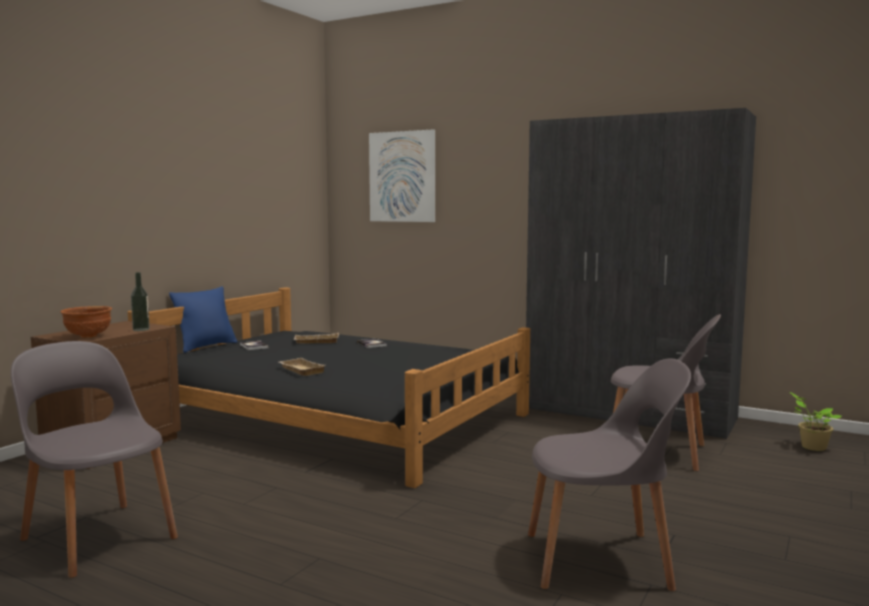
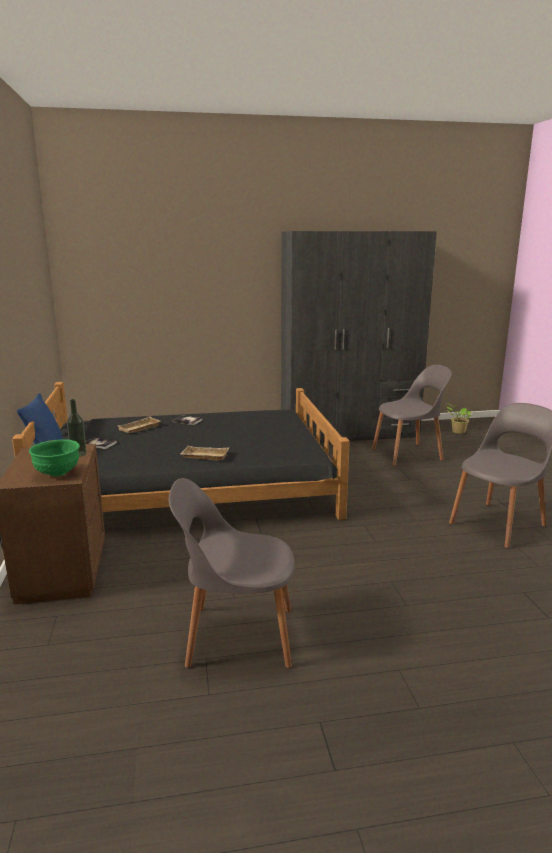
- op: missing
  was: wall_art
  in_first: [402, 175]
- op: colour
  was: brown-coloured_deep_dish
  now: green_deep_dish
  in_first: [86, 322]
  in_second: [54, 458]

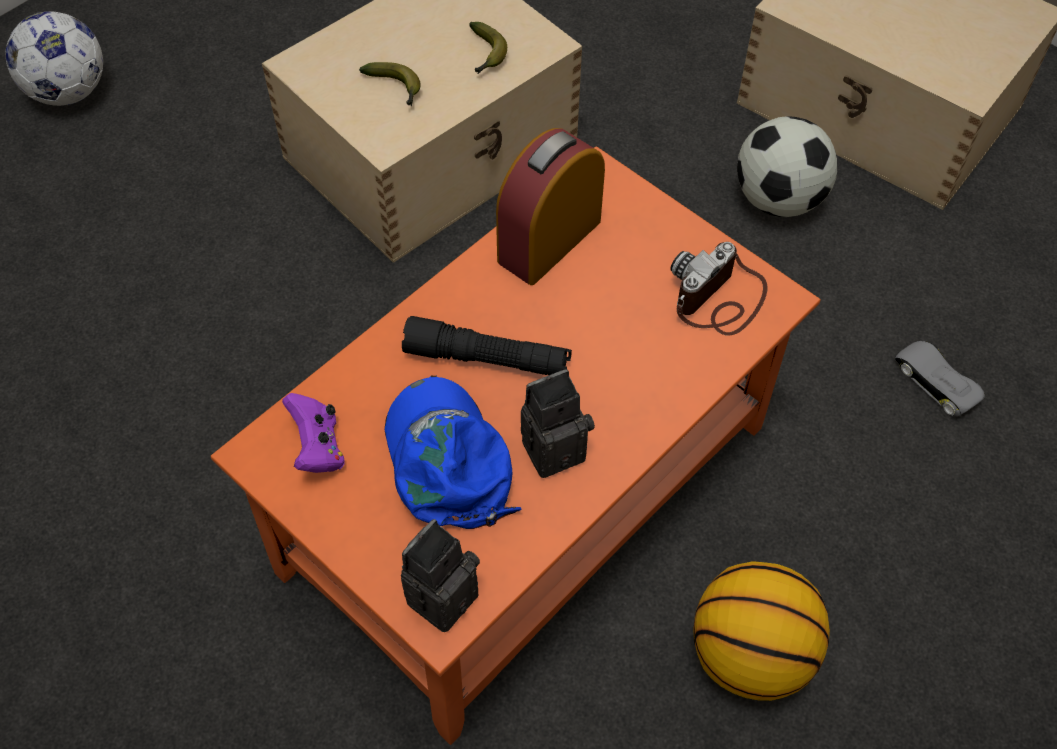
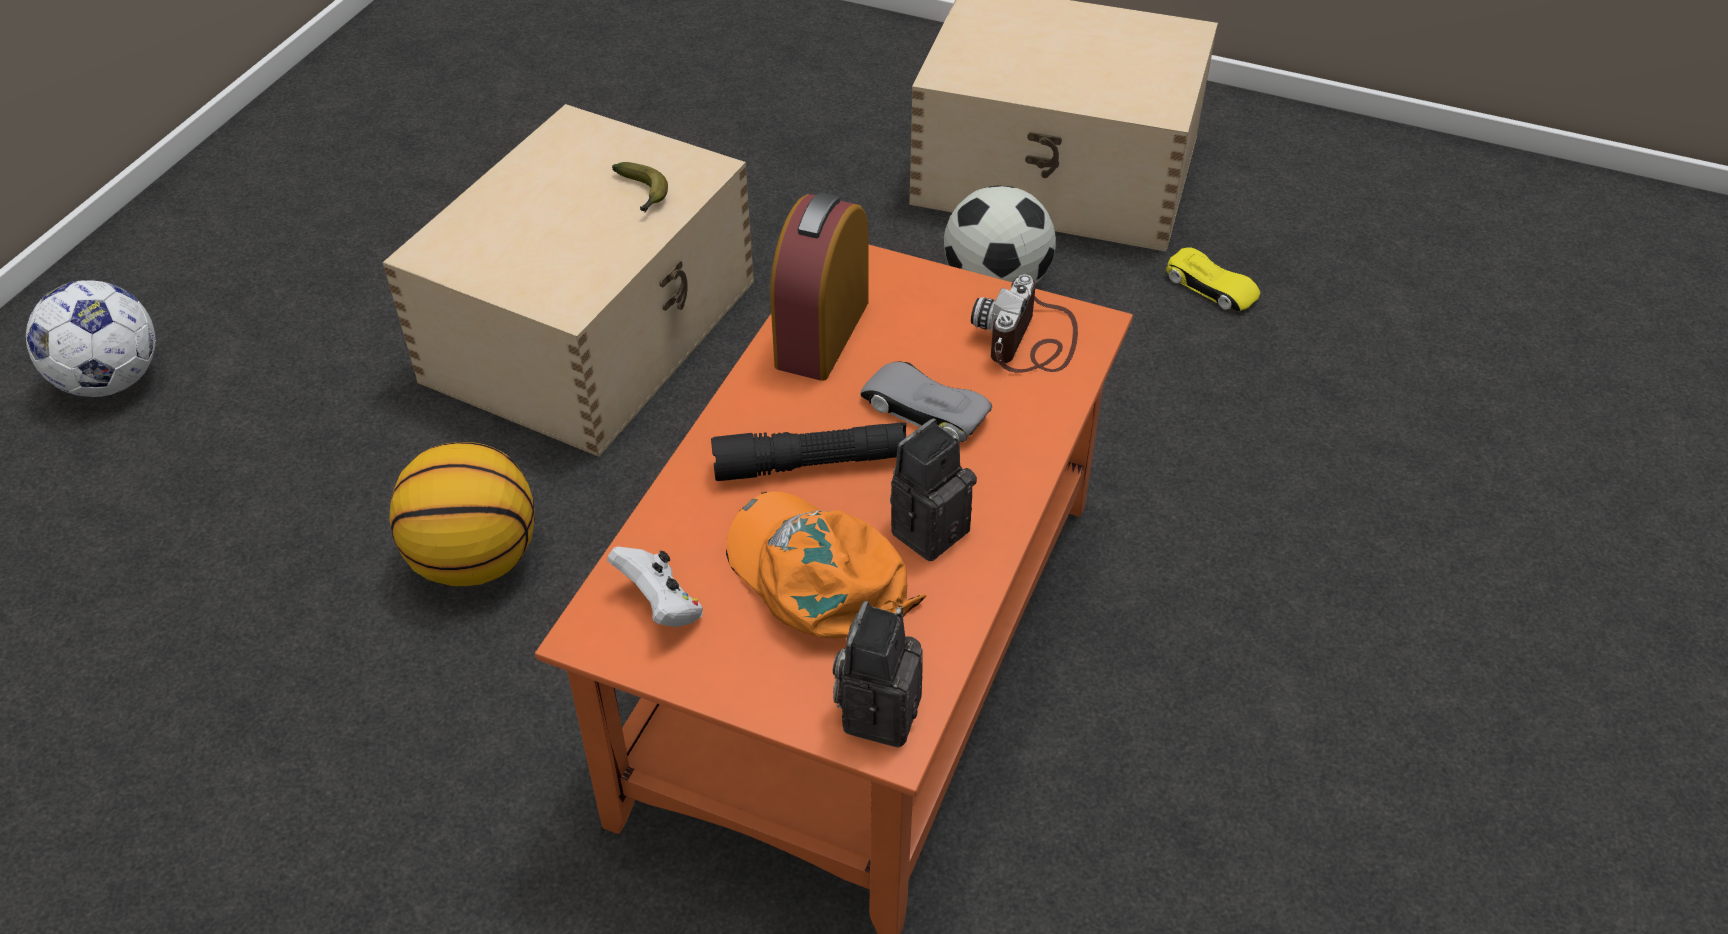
- op: missing
  was: banana_fruit
  in_first: [390, 84]
- op: appeared
  now: yellowish_miniature_car
  in_second: [1213, 279]
- op: relocated
  was: ball_for_basketball
  in_first: [761, 631]
  in_second: [462, 514]
- op: relocated
  was: greyish_miniature_car
  in_first: [940, 378]
  in_second: [926, 401]
- op: colour
  was: purple_joypad
  now: white-coloured_joypad
  in_first: [313, 433]
  in_second: [655, 587]
- op: colour
  was: blue-coloured_cap
  now: orange-coloured_cap
  in_first: [453, 452]
  in_second: [826, 564]

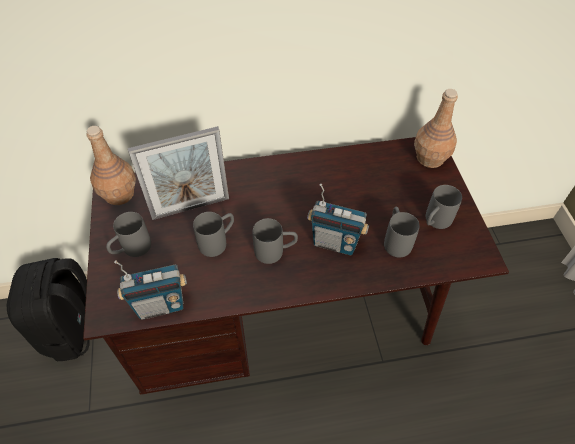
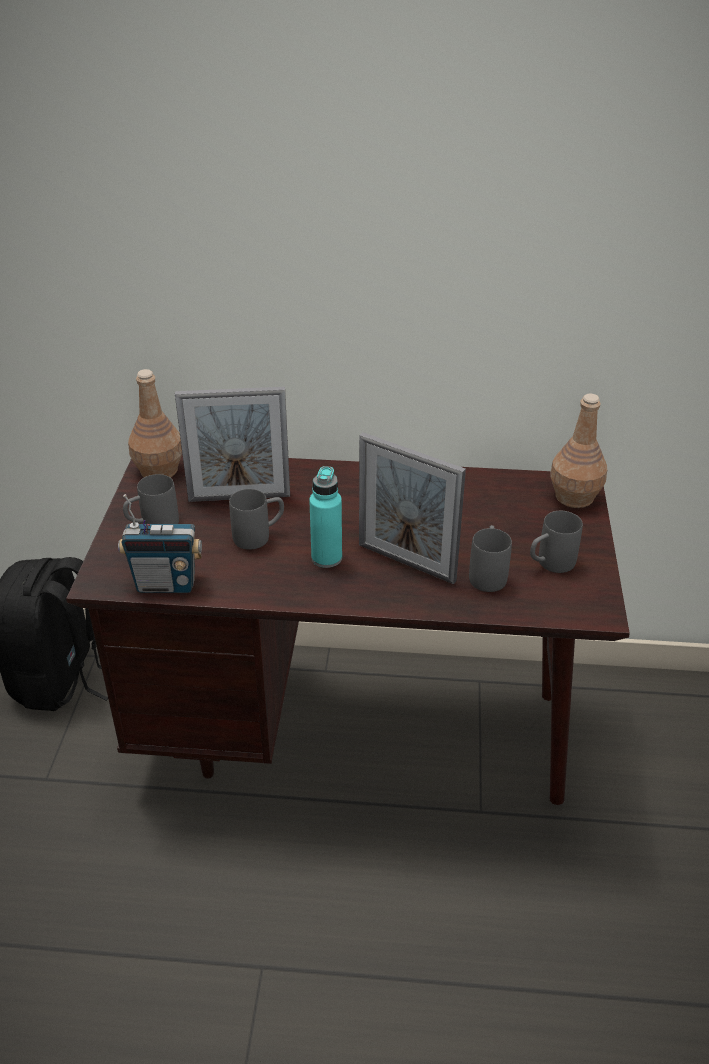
- op: exchanged
  was: greyish_tea_mug
  now: turquoise-coloured_beverage_bottle
  in_first: [275, 241]
  in_second: [325, 517]
- op: exchanged
  was: radio_set
  now: standing_frame
  in_first: [338, 219]
  in_second: [412, 508]

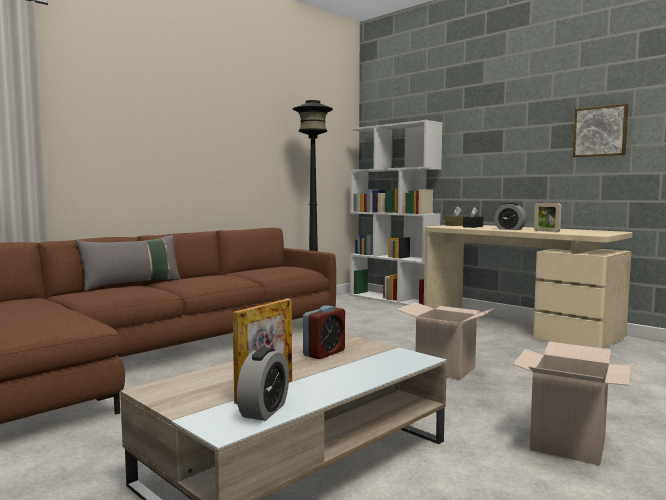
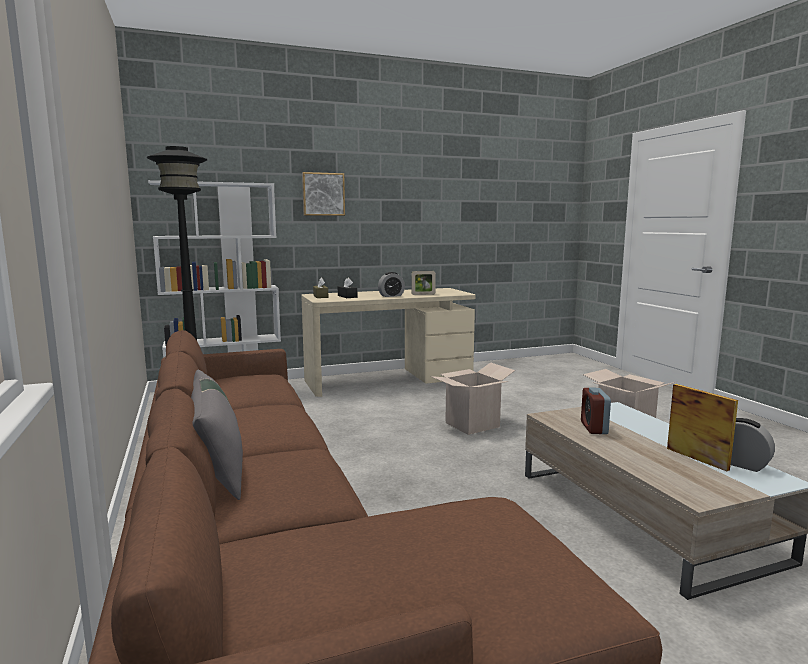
- op: relocated
  was: wall_art
  in_first: [600, 130]
  in_second: [323, 194]
- op: spun
  was: alarm_clock
  in_first: [324, 332]
  in_second: [596, 410]
  clockwise: -150

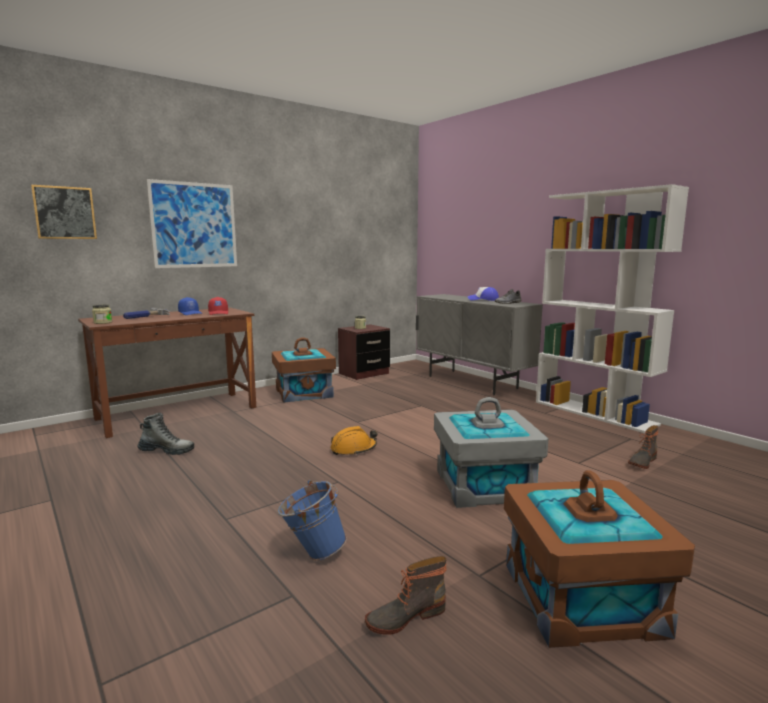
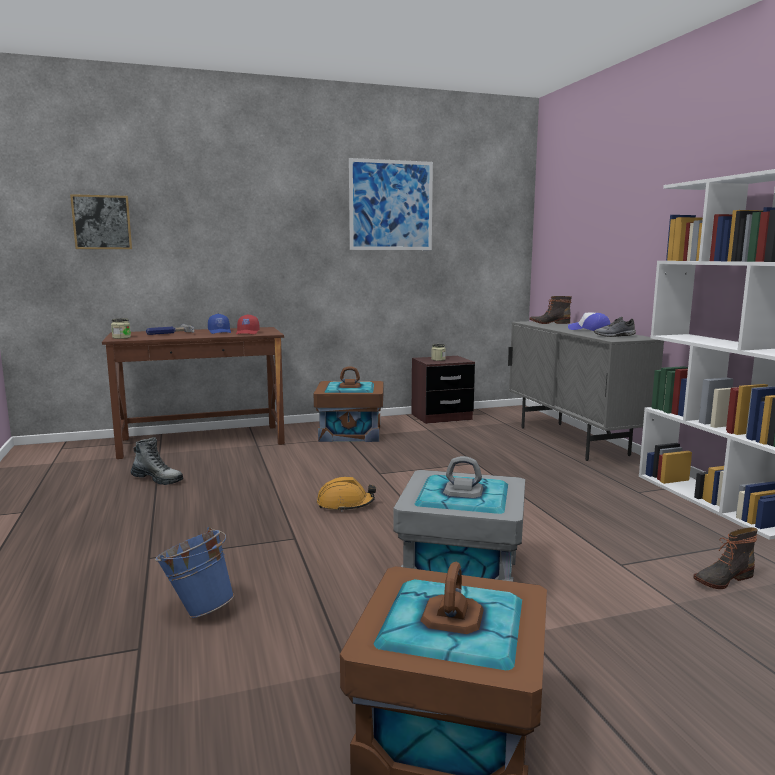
- op: relocated
  was: wall_art
  in_first: [191, 223]
  in_second: [391, 204]
- op: relocated
  was: boot
  in_first: [406, 595]
  in_second: [550, 310]

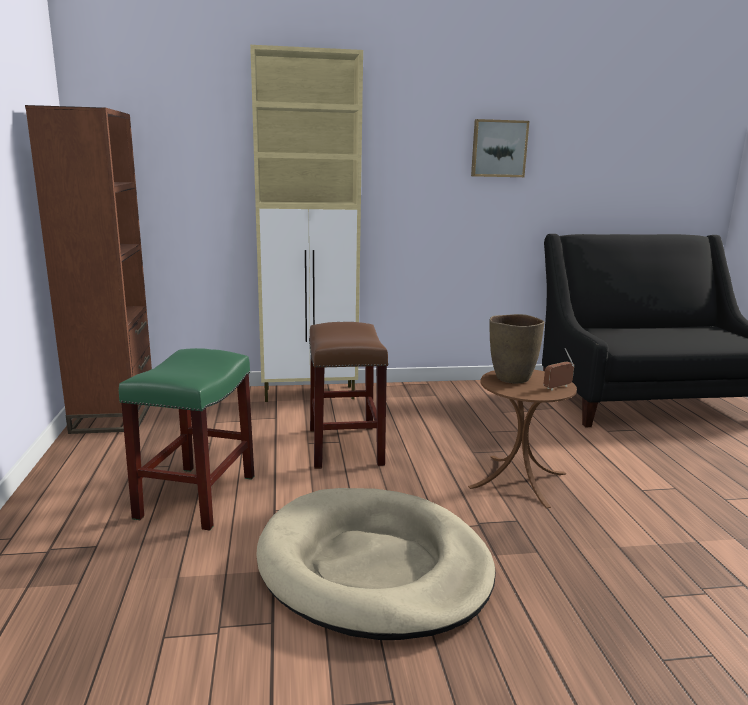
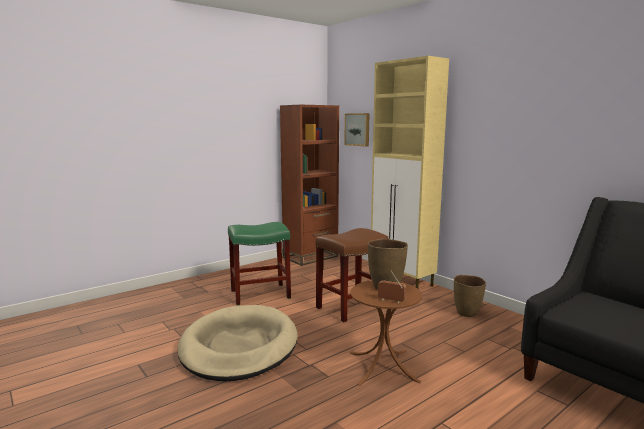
- op: appeared
  now: brown-coloured_flower_vase
  in_second: [470, 296]
- op: relocated
  was: wall_art
  in_first: [500, 148]
  in_second: [357, 129]

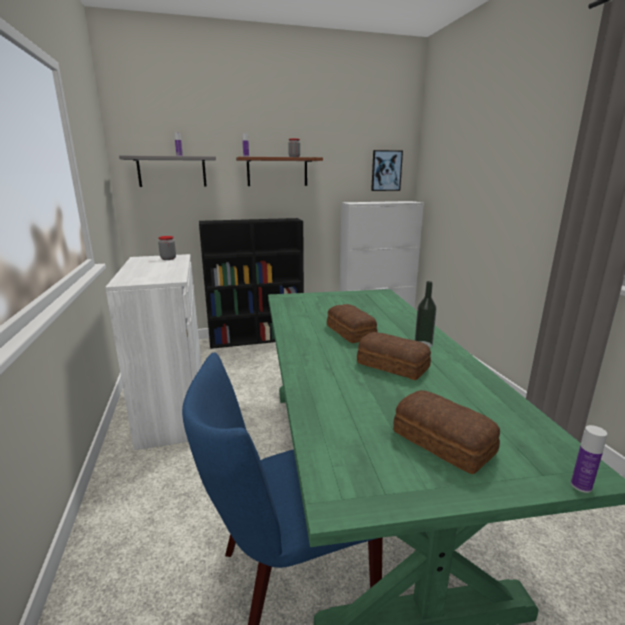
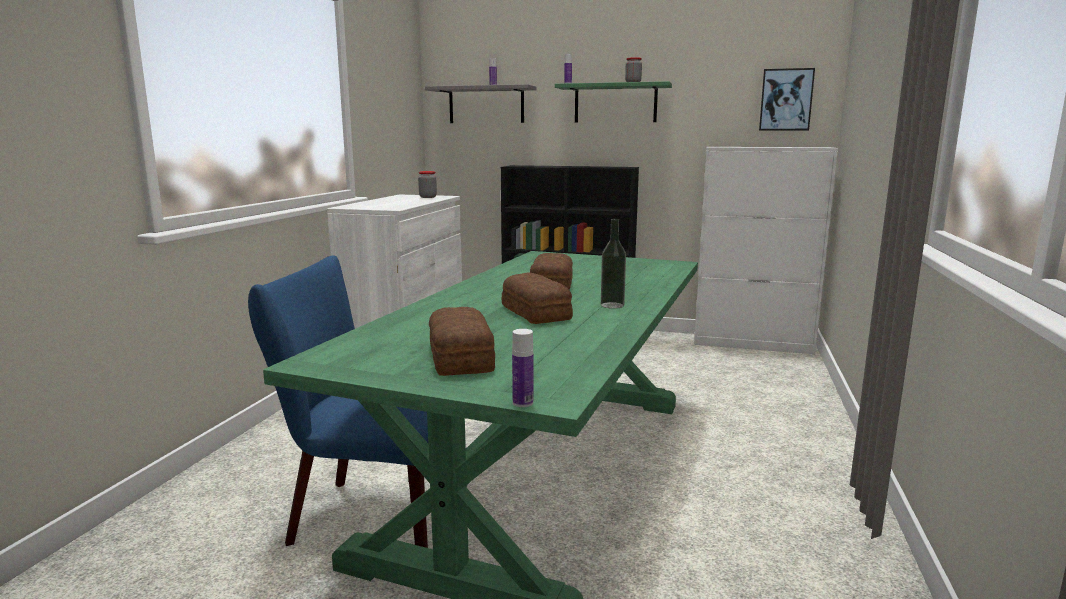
- op: colour
  was: brown-coloured_wall_shelf
  now: green_wall_shelf
  in_first: [279, 171]
  in_second: [613, 102]

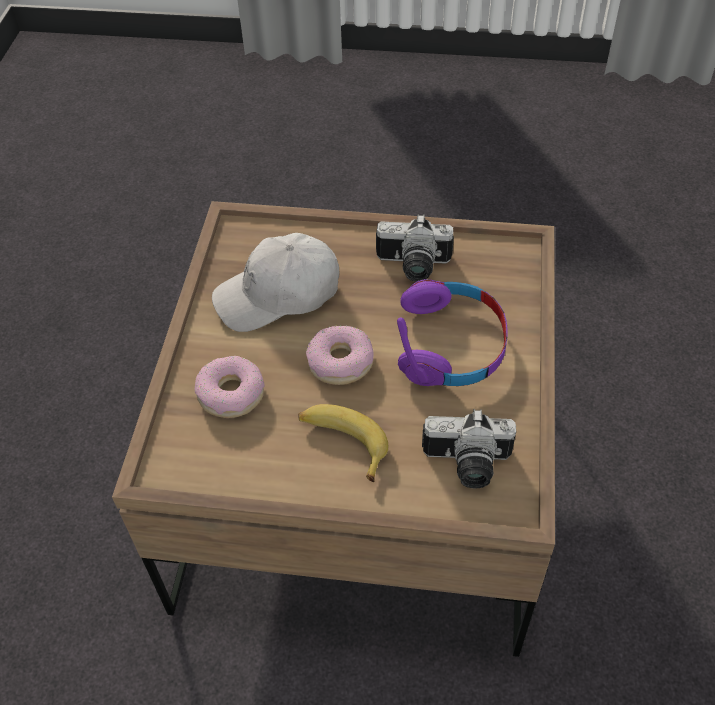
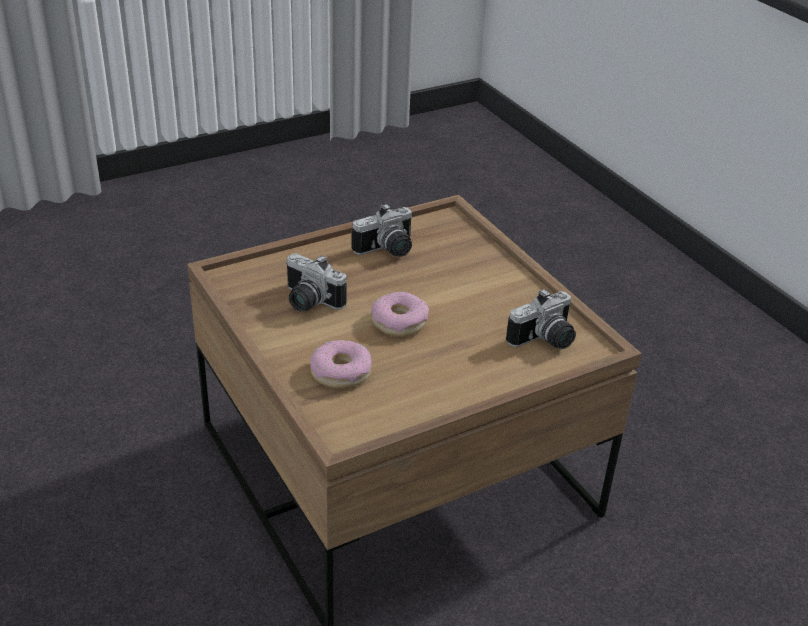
- op: missing
  was: banana_fruit
  in_first: [343, 443]
- op: missing
  was: purple_headphones
  in_first: [452, 332]
- op: exchanged
  was: white-coloured_cap
  now: photo_camera
  in_first: [276, 282]
  in_second: [315, 282]

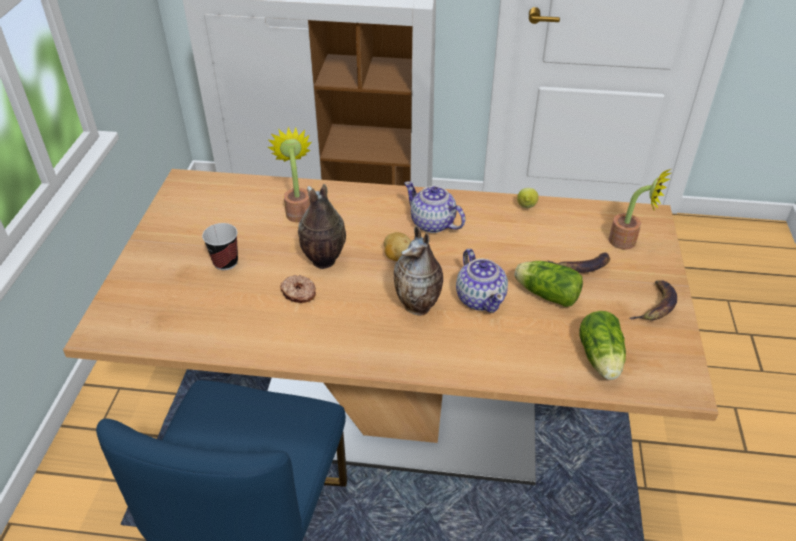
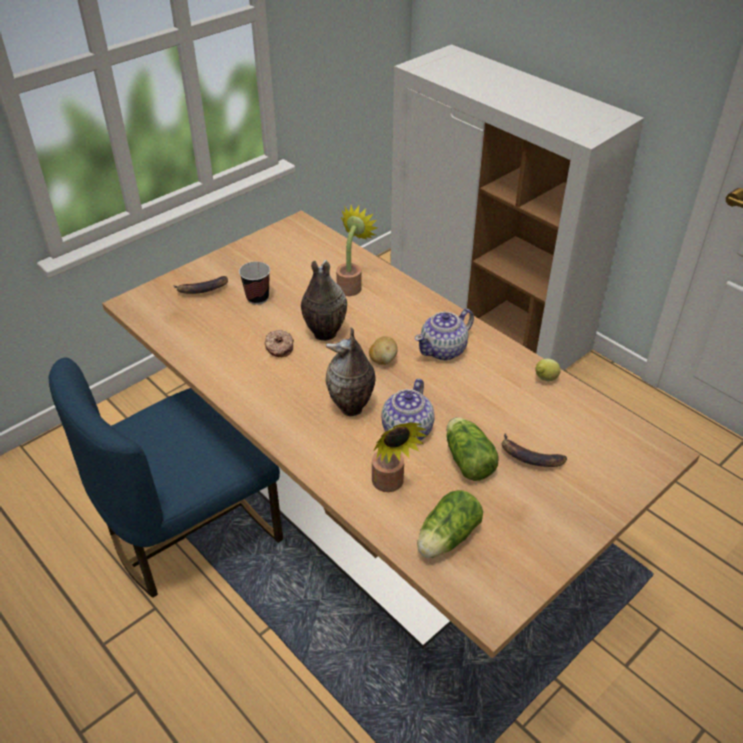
- op: relocated
  was: houseplant
  in_first: [640, 209]
  in_second: [400, 457]
- op: relocated
  was: banana_fruit
  in_first: [653, 300]
  in_second: [200, 285]
- op: spun
  was: teapot
  in_first: [434, 207]
  in_second: [444, 334]
  clockwise: -120

